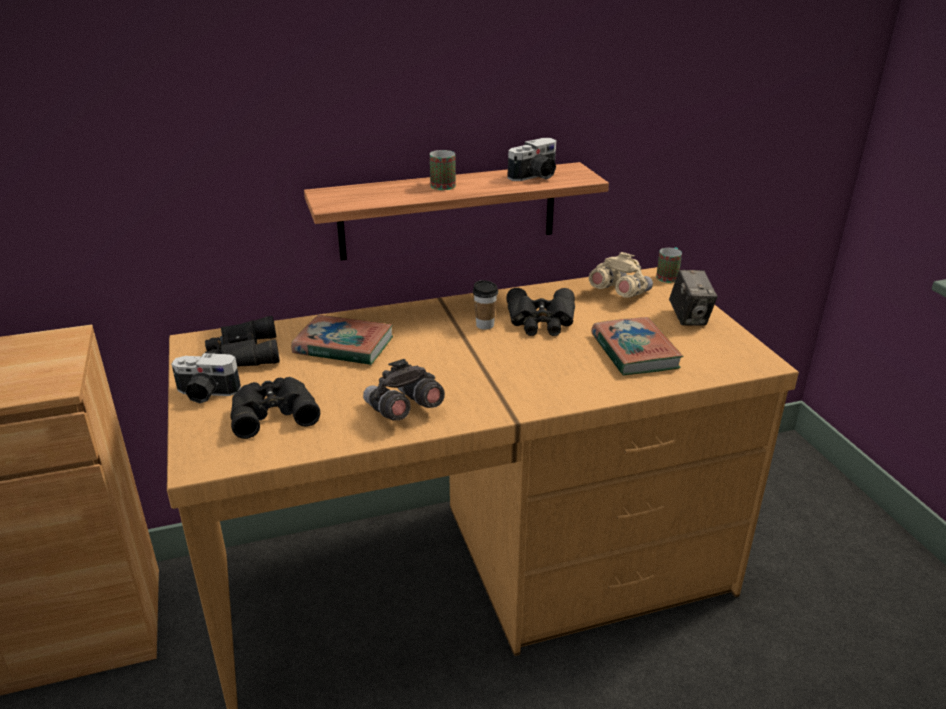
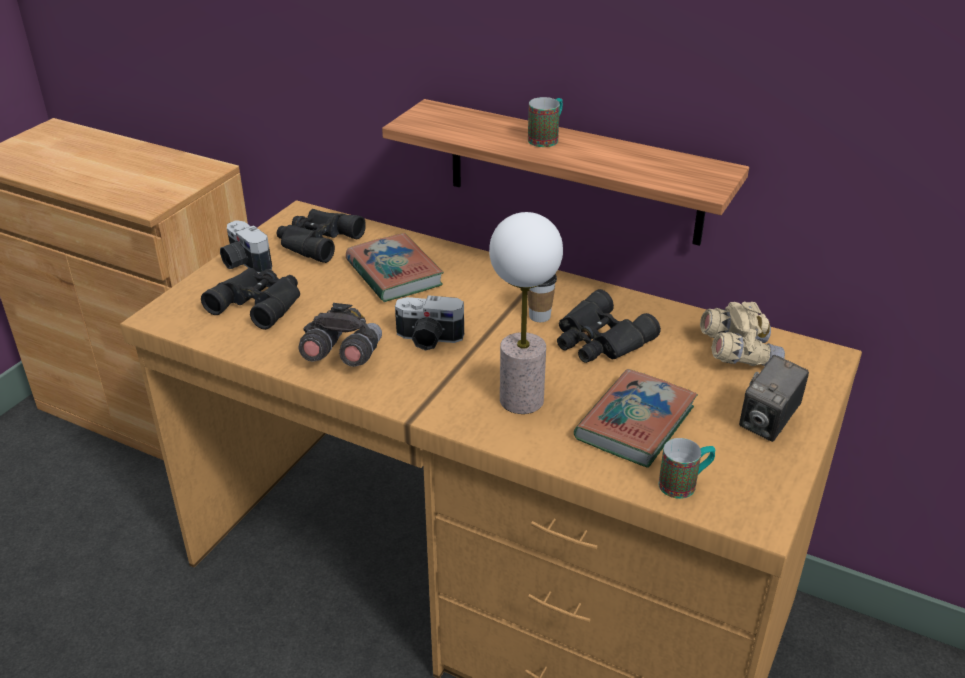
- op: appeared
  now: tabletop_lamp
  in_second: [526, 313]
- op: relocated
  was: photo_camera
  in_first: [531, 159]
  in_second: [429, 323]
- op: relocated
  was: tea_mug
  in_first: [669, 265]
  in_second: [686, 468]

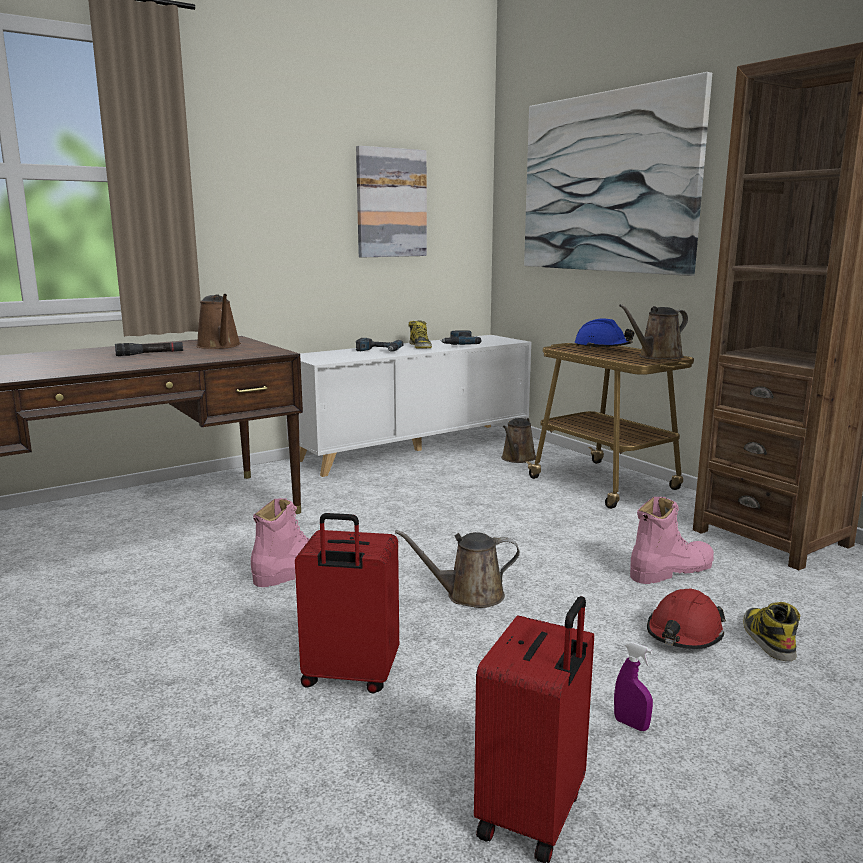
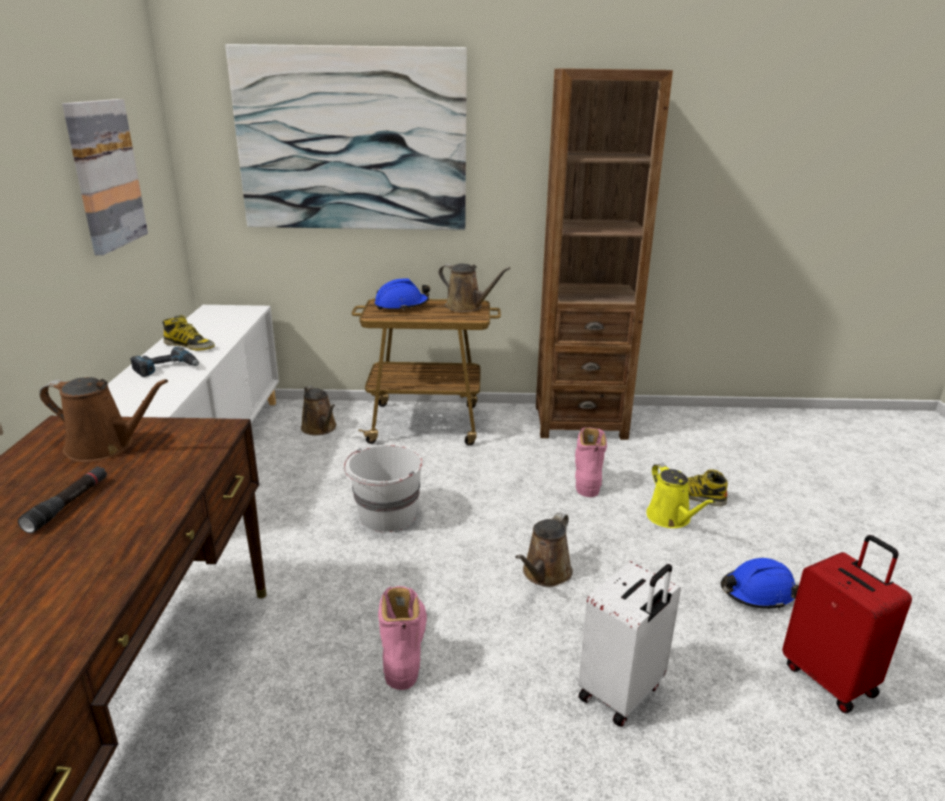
- op: missing
  was: drill
  in_first: [460, 337]
- op: appeared
  now: white-coloured_pail
  in_second: [383, 488]
- op: exchanged
  was: purple_spray_bottle
  now: blue-coloured_safety_helmet
  in_first: [633, 686]
  in_second: [760, 584]
- op: exchanged
  was: red_safety_helmet
  now: yellowish_watering_can
  in_first: [686, 619]
  in_second: [680, 495]
- op: colour
  was: red_suitcase
  now: white-coloured_suitcase
  in_first: [347, 603]
  in_second: [629, 644]
- op: spun
  was: brown-coloured_watering_can
  in_first: [653, 332]
  in_second: [475, 287]
  clockwise: -60

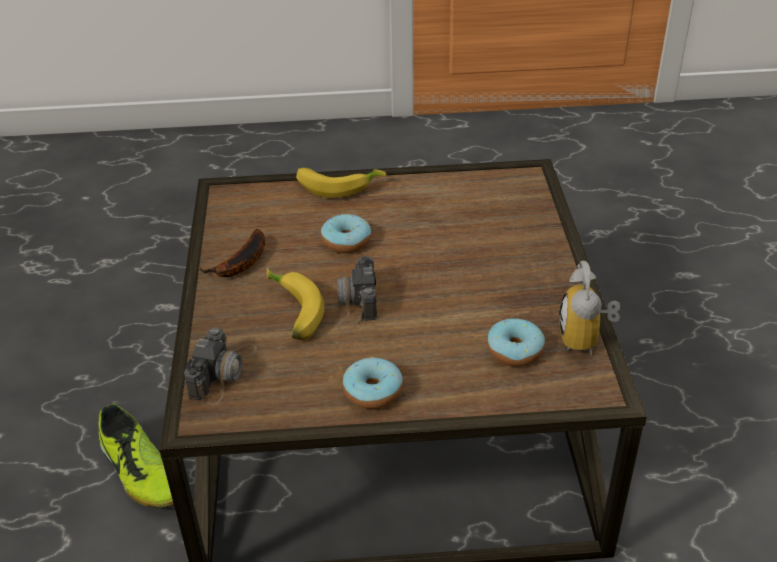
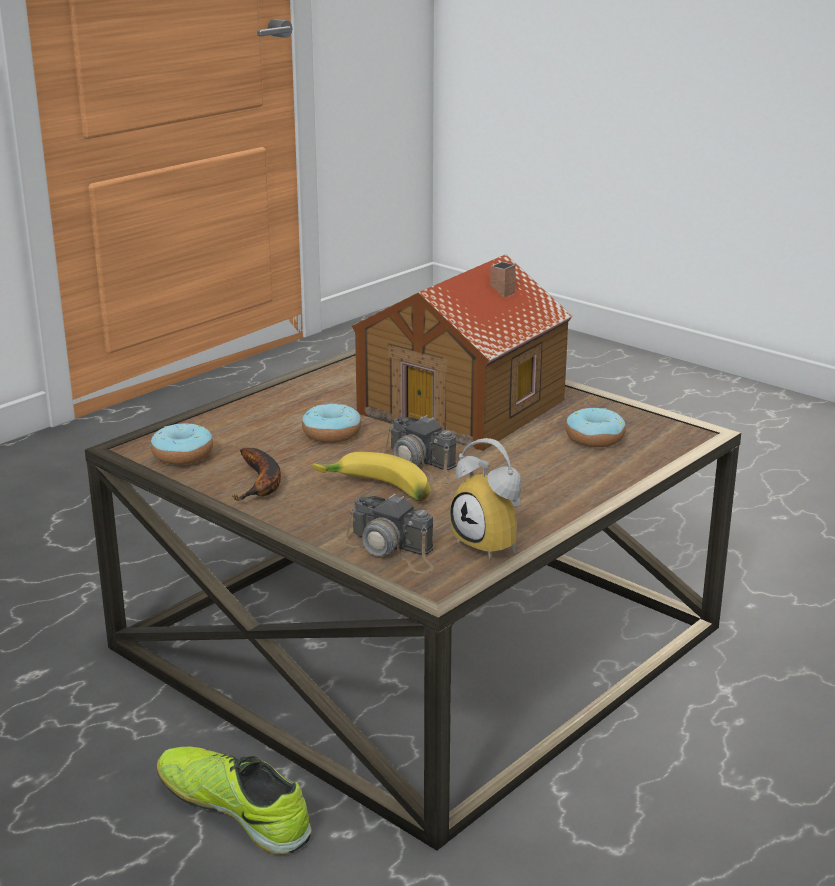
- op: missing
  was: banana_fruit
  in_first: [341, 183]
- op: appeared
  now: model_house
  in_second: [462, 352]
- op: relocated
  was: donut
  in_first: [373, 383]
  in_second: [182, 444]
- op: relocated
  was: alarm_clock
  in_first: [589, 308]
  in_second: [486, 498]
- op: spun
  was: shoe
  in_first: [136, 456]
  in_second: [234, 801]
  clockwise: -150
- op: spun
  was: photo_camera
  in_first: [220, 366]
  in_second: [388, 533]
  clockwise: 150

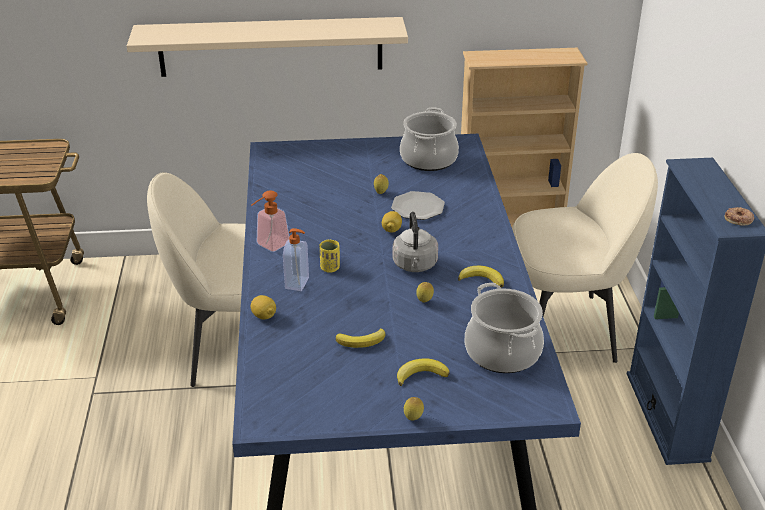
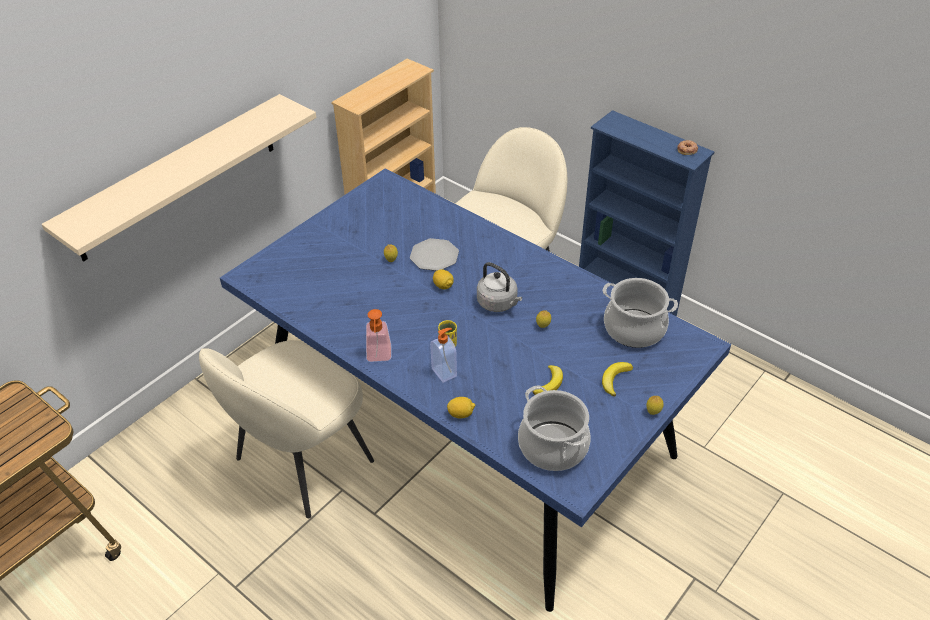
- op: missing
  was: banana_fruit
  in_first: [481, 277]
- op: relocated
  was: cooking_pot
  in_first: [429, 139]
  in_second: [554, 428]

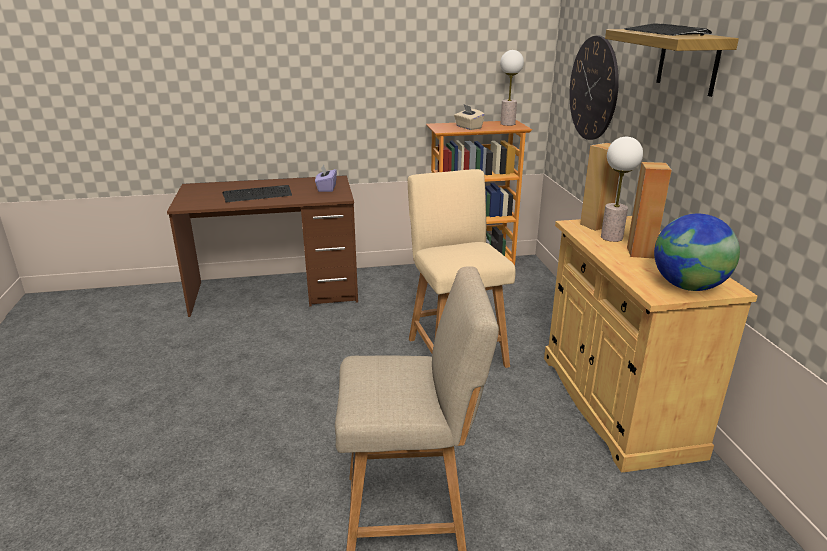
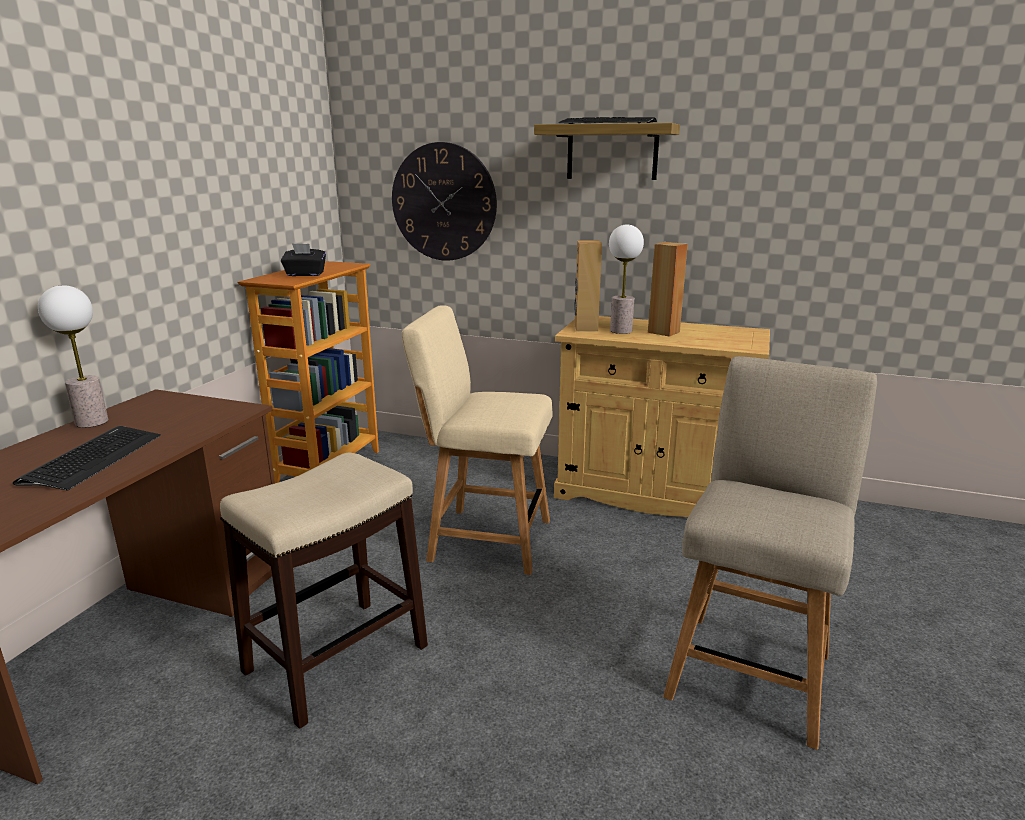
- op: missing
  was: purple_box_of_tissues
  in_first: [326, 178]
- op: missing
  was: world_globe
  in_first: [697, 252]
- op: appeared
  now: stool_seat
  in_second: [324, 591]
- op: relocated
  was: tabletop_lamp
  in_first: [512, 88]
  in_second: [73, 356]
- op: colour
  was: sand-coloured_box_of_tissues
  now: blackish_box_of_tissues
  in_first: [469, 117]
  in_second: [303, 259]

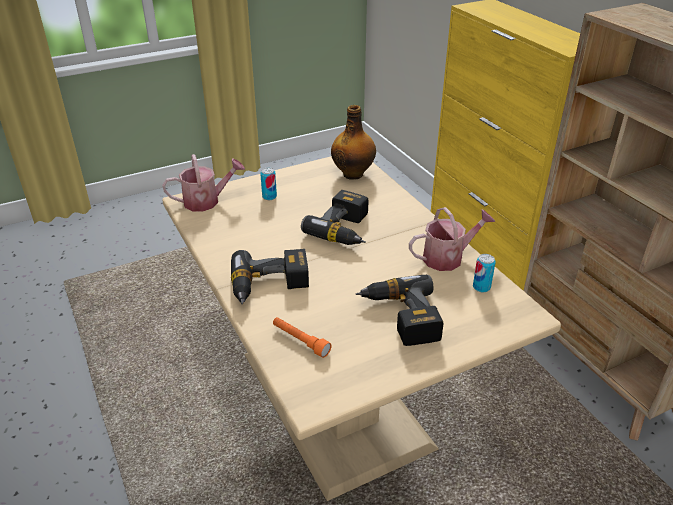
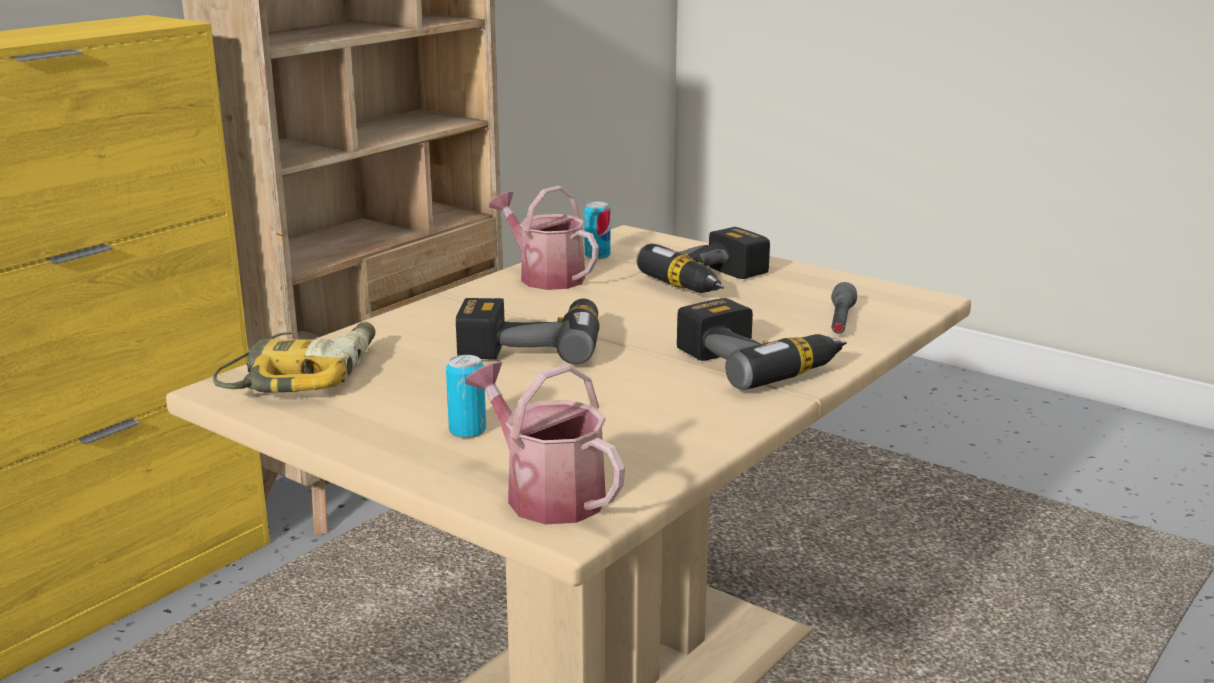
- op: exchanged
  was: beverage_bottle
  now: drill
  in_first: [353, 142]
  in_second: [294, 357]
- op: colour
  was: orange-coloured_hand_torch
  now: greyish_hand_torch
  in_first: [302, 337]
  in_second: [844, 307]

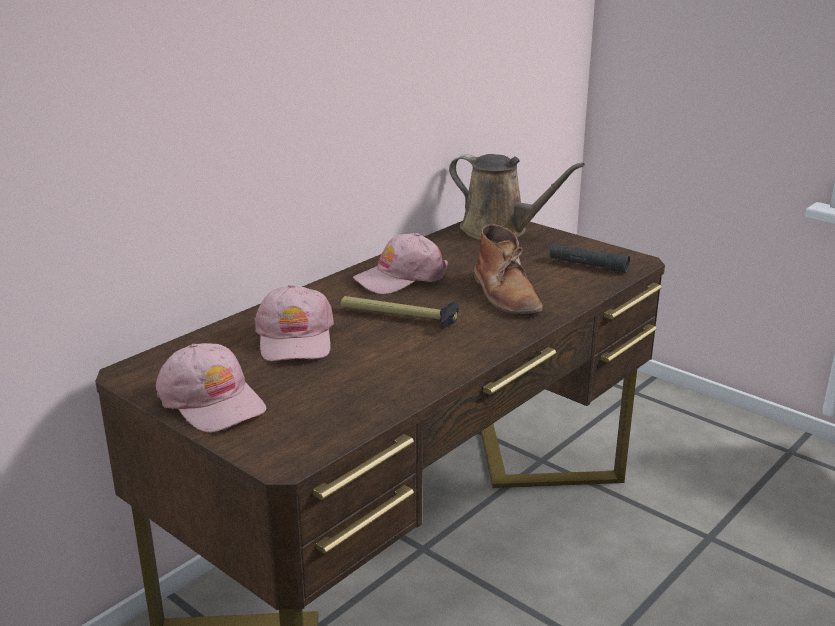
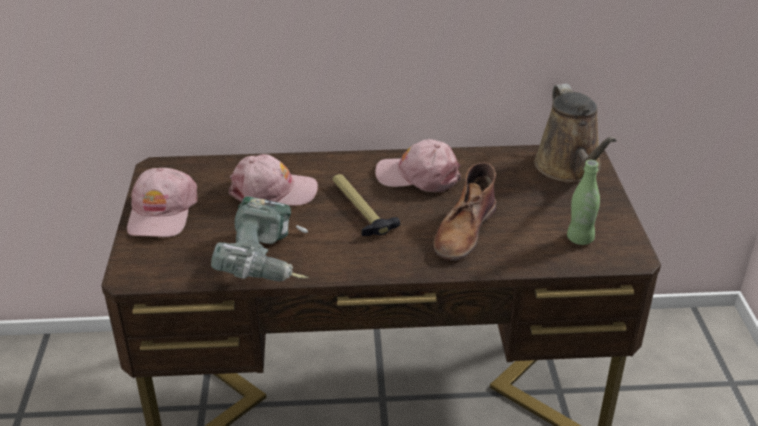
- op: appeared
  now: drill
  in_second: [260, 239]
- op: exchanged
  was: blackish_hand_torch
  now: green_beverage_bottle
  in_first: [590, 258]
  in_second: [583, 202]
- op: spun
  was: pink-coloured_cap
  in_first: [294, 323]
  in_second: [273, 180]
  clockwise: -135

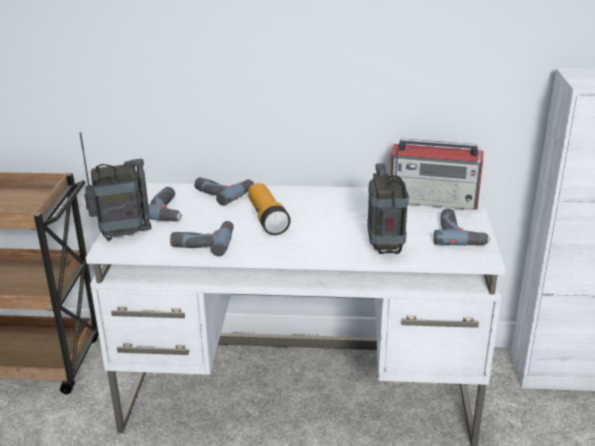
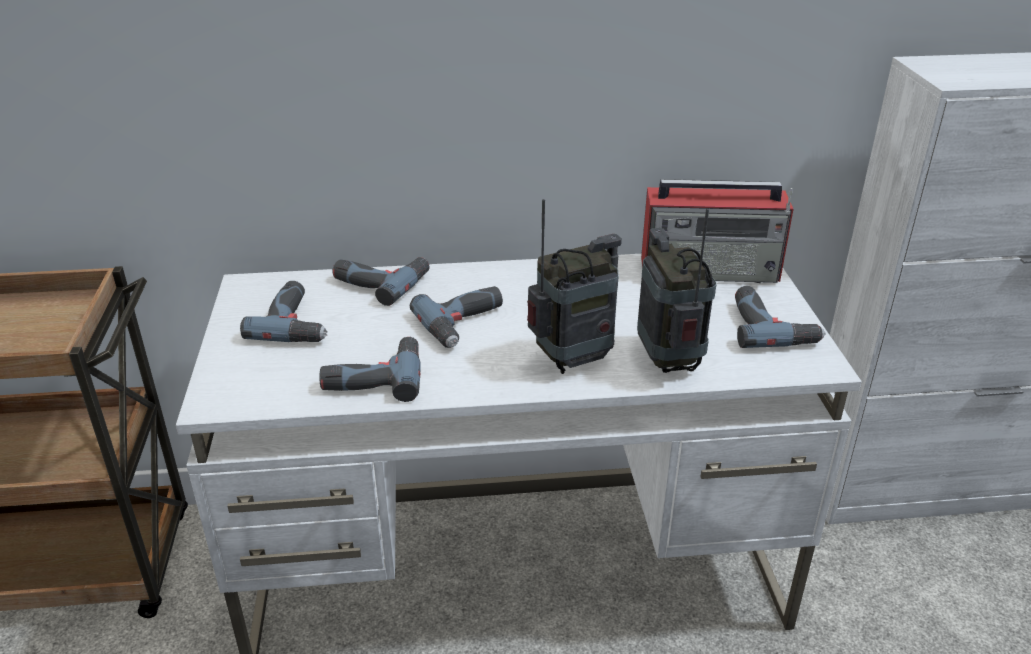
- op: relocated
  was: radio_set
  in_first: [116, 186]
  in_second: [574, 286]
- op: exchanged
  was: hand_torch
  now: drill
  in_first: [269, 209]
  in_second: [456, 317]

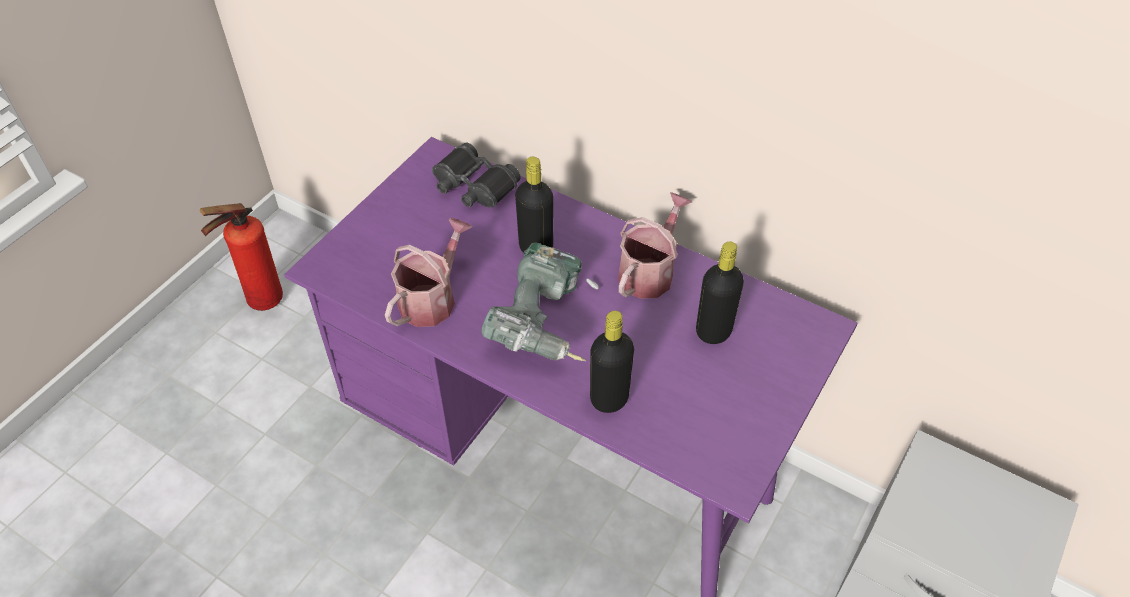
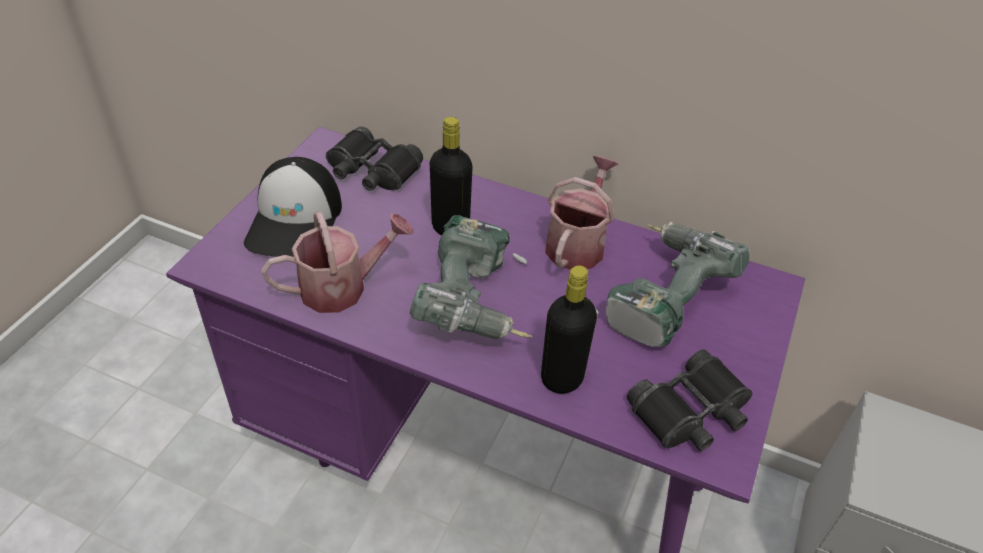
- op: missing
  was: extinguisher
  in_first: [241, 257]
- op: appeared
  now: cap
  in_second: [293, 207]
- op: appeared
  now: blackish_field_glasses
  in_second: [689, 400]
- op: exchanged
  was: blackish_beverage_bottle
  now: drill
  in_first: [720, 293]
  in_second: [672, 284]
- op: spun
  was: watering_can
  in_first: [428, 272]
  in_second: [337, 262]
  clockwise: 45

